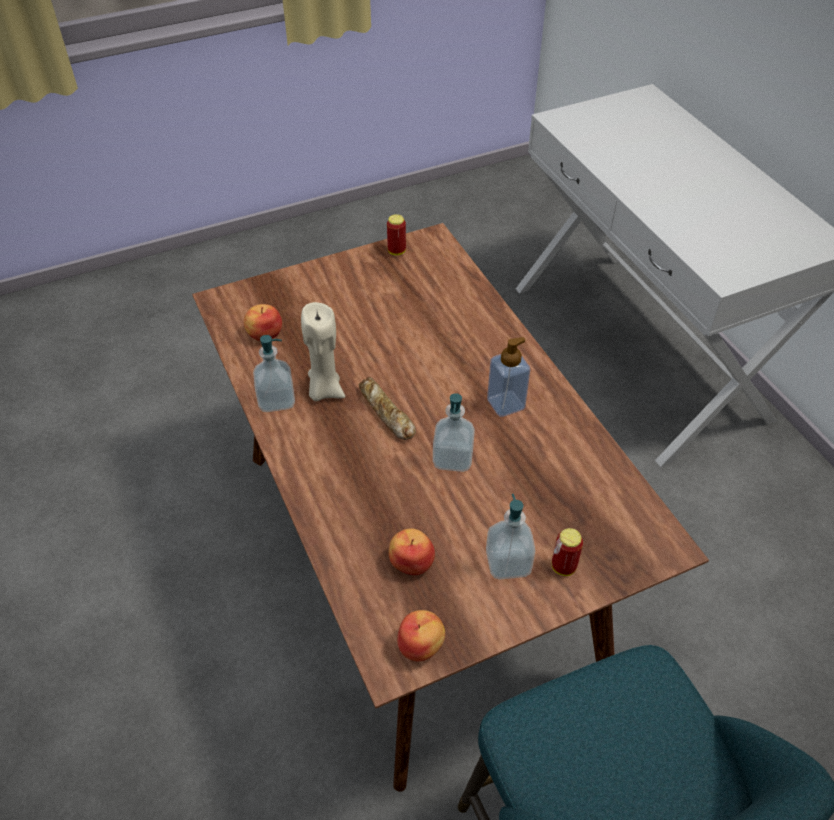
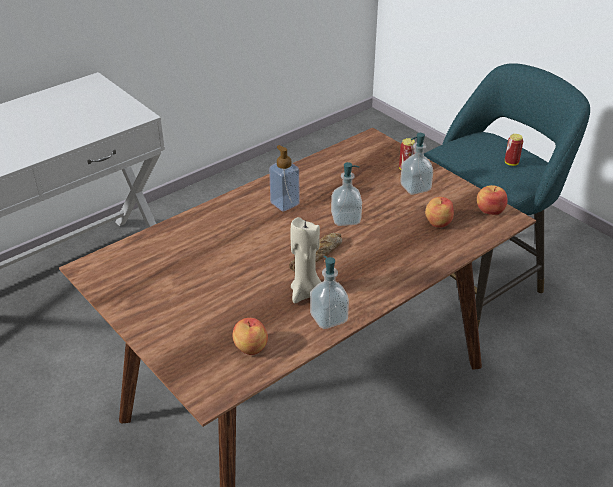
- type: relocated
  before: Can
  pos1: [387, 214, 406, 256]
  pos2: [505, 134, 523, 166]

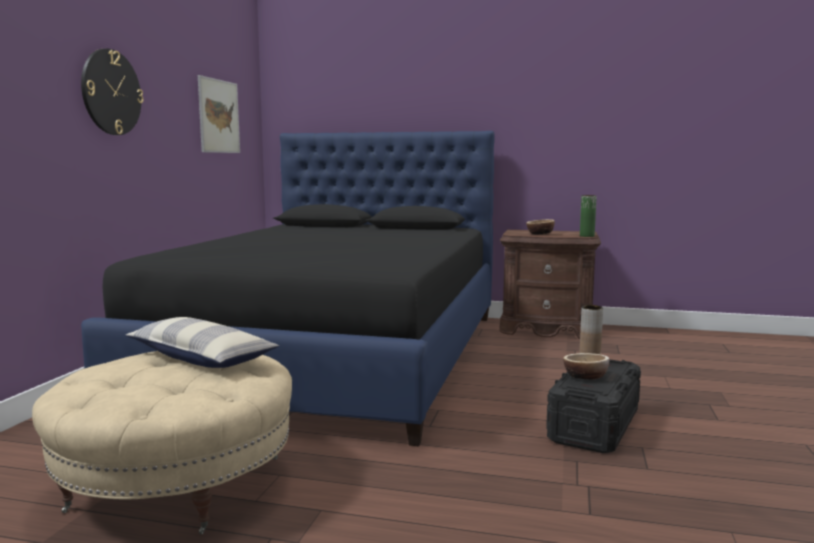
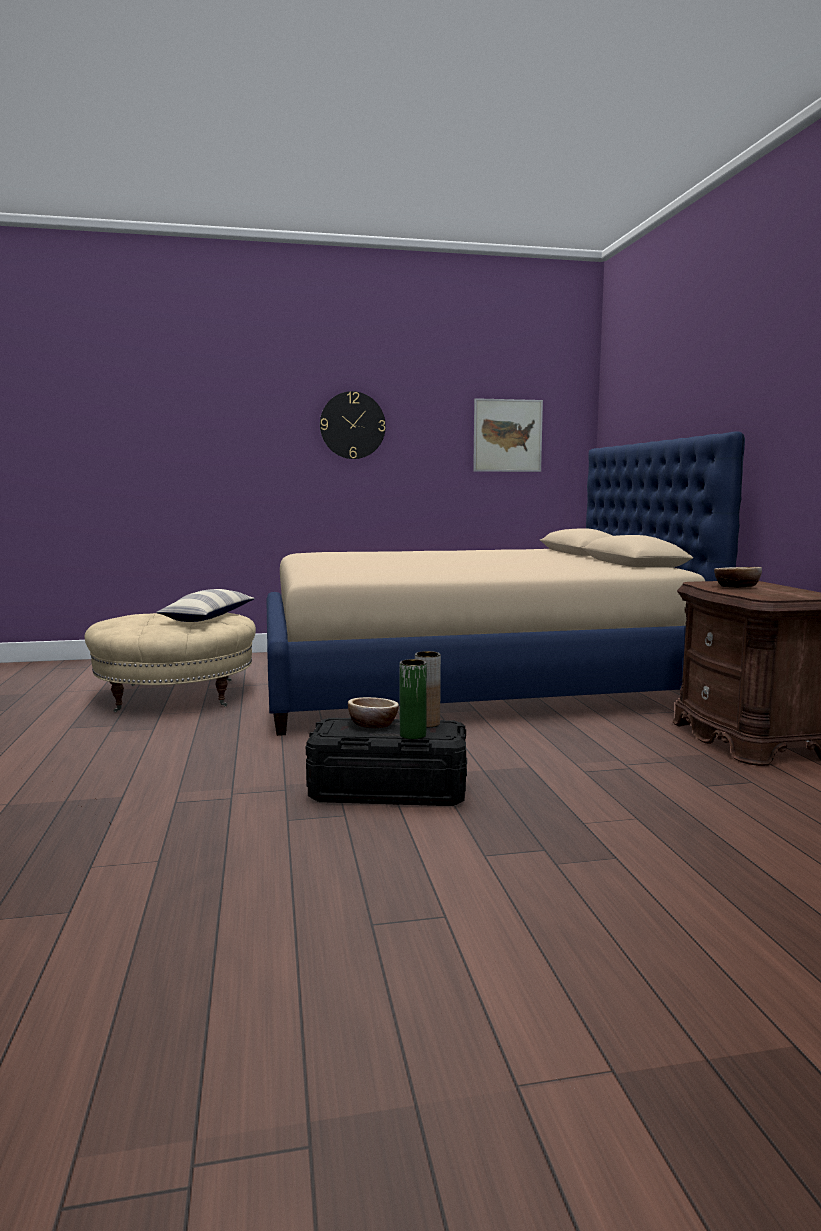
- type: colour
  before: BlackBedroomBed
  after: BeigeBedroomBed
  pos1: [81, 131, 495, 446]
  pos2: [266, 431, 745, 736]
- type: relocated
  before: GreenColouredFlowerVase
  pos1: [580, 195, 597, 237]
  pos2: [399, 659, 427, 739]

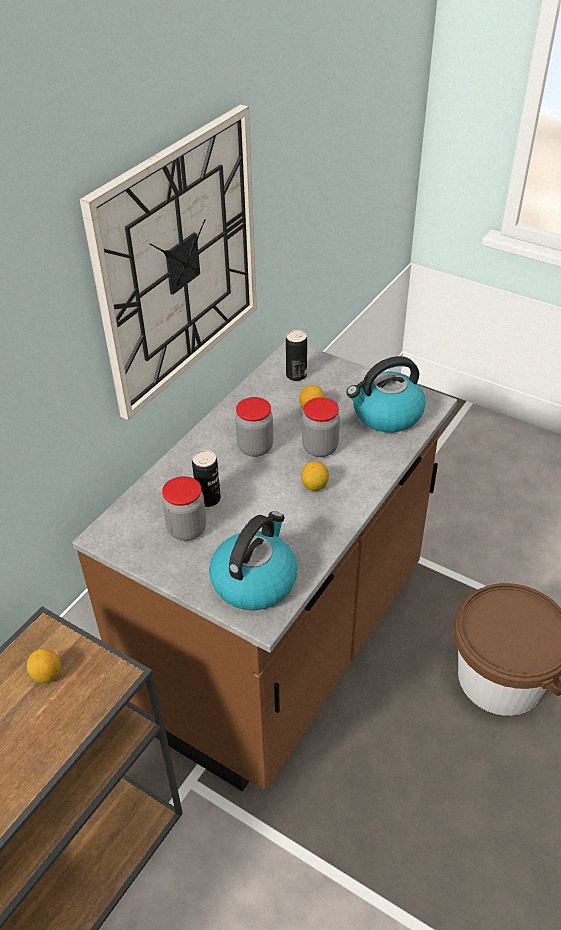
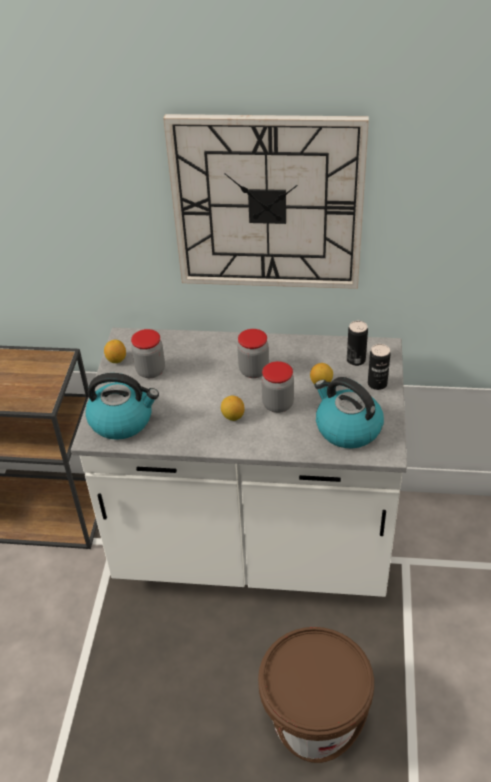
- type: colour
  before: BrownColouredKitchenCounter
  after: WhiteKitchenCounter
  pos1: [72, 341, 457, 792]
  pos2: [71, 328, 407, 597]
- type: relocated
  before: WholeLemon
  pos1: [27, 649, 61, 683]
  pos2: [104, 340, 126, 363]
- type: relocated
  before: Can
  pos1: [192, 450, 221, 507]
  pos2: [368, 344, 390, 390]

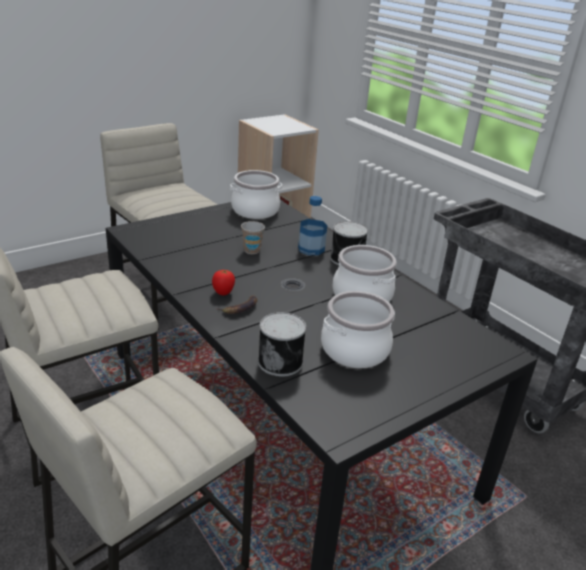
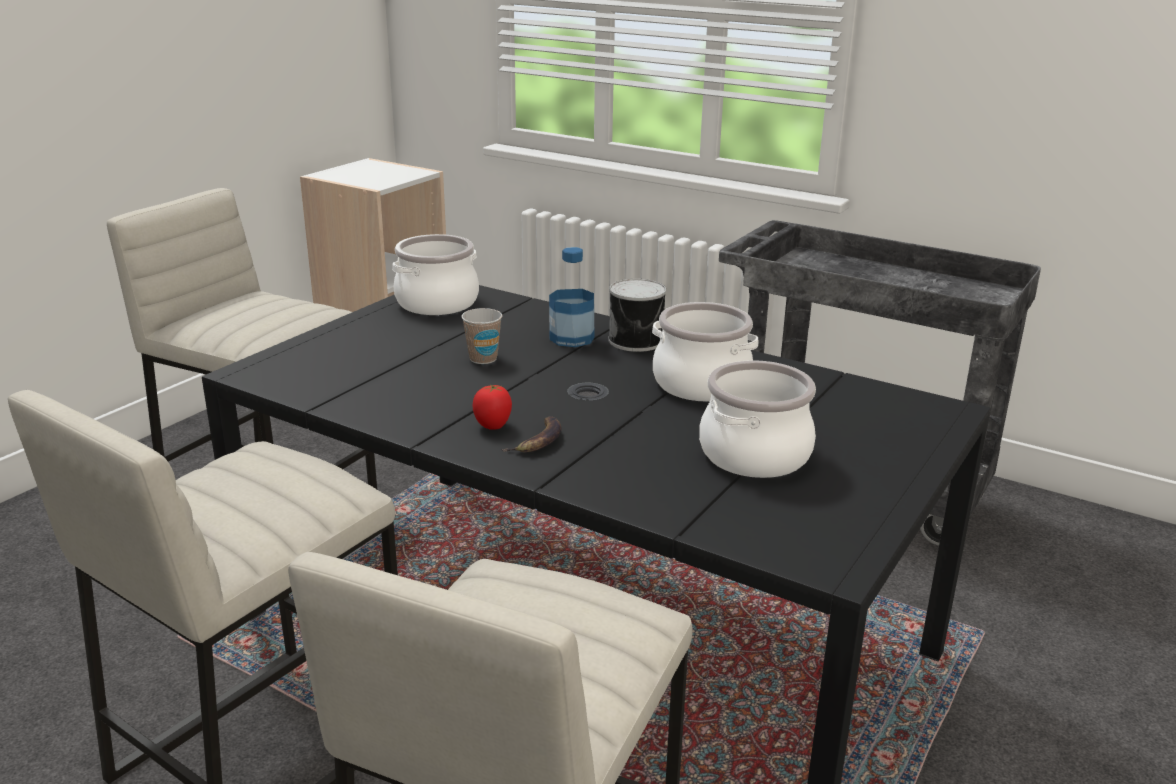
- type: missing
  before: Can
  pos1: [258, 312, 306, 377]

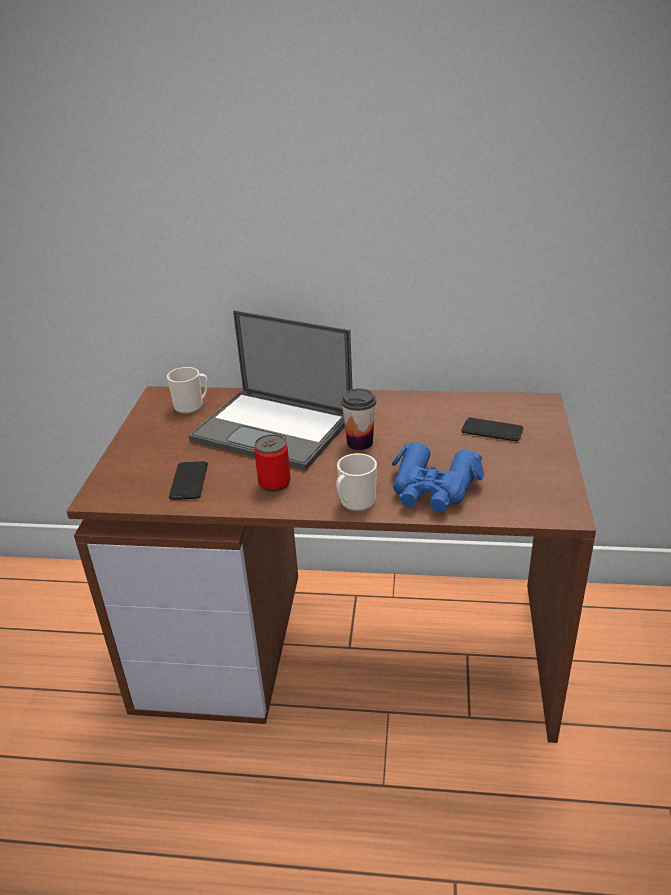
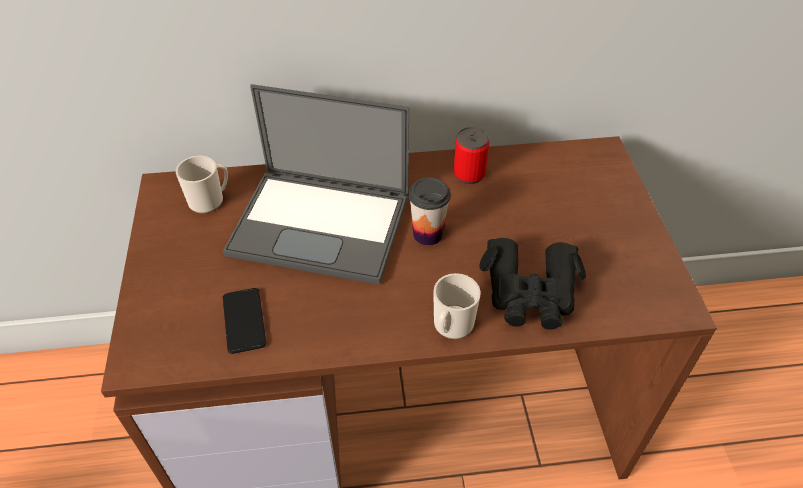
- type: relocated
  before: Can
  pos1: [254, 434, 291, 492]
  pos2: [453, 127, 489, 184]
- type: colour
  before: BluishPairOfBinoculars
  after: BlackPairOfBinoculars
  pos1: [392, 442, 484, 512]
  pos2: [479, 238, 586, 330]
- type: missing
  before: Telephone
  pos1: [461, 418, 523, 441]

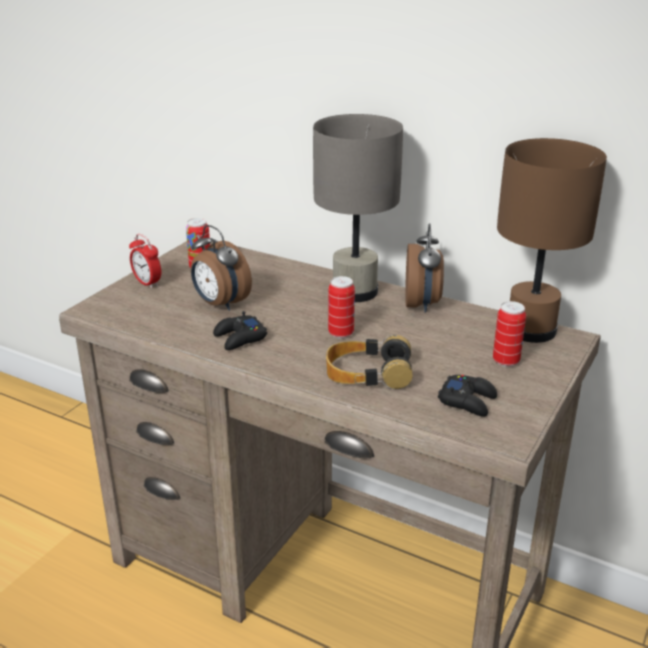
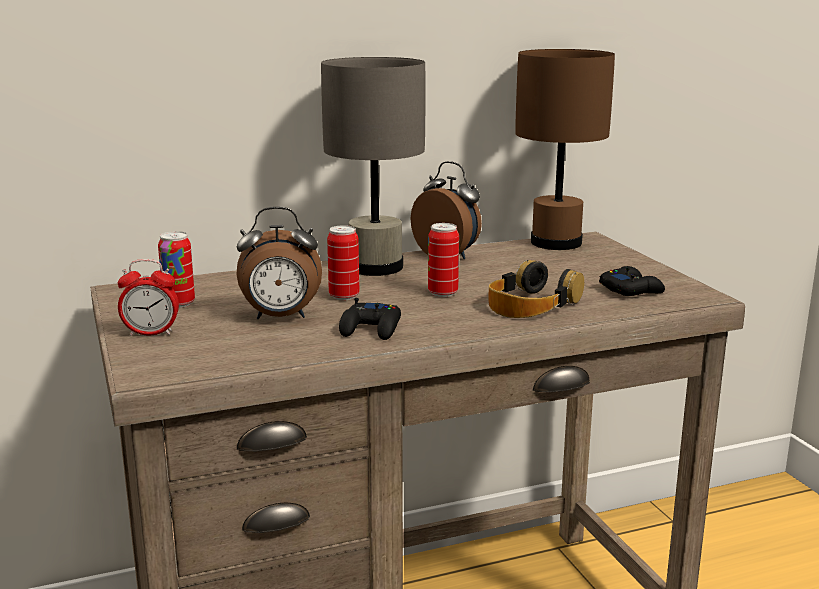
- type: relocated
  before: Can
  pos1: [493, 301, 526, 367]
  pos2: [327, 225, 359, 300]

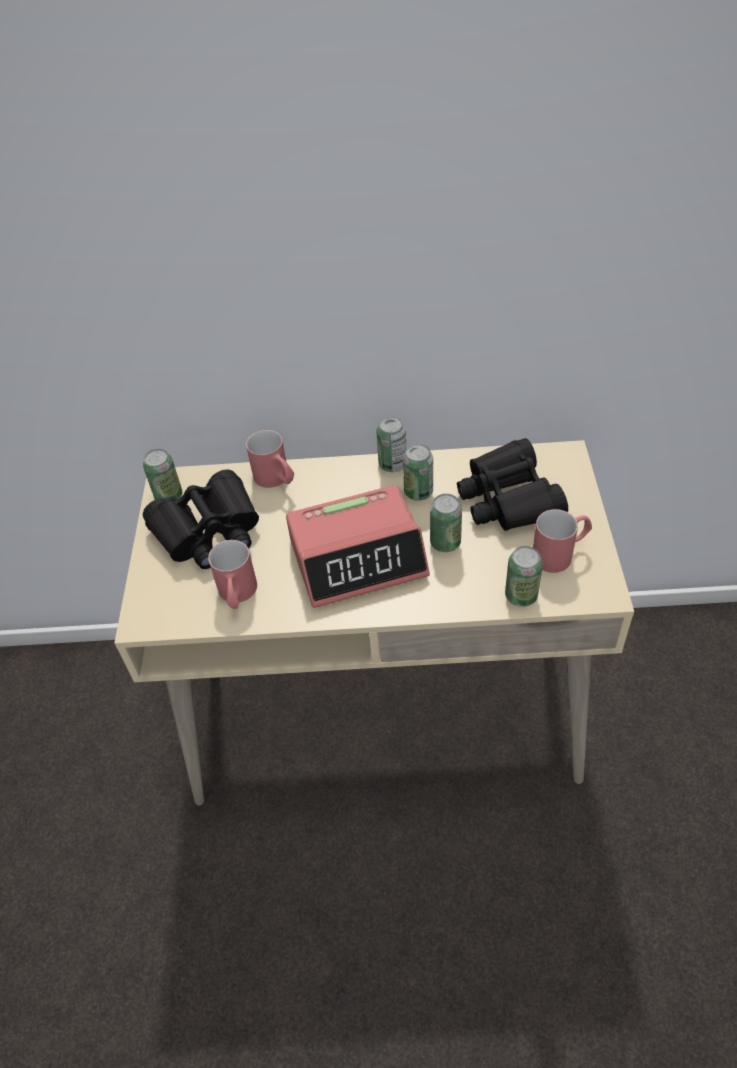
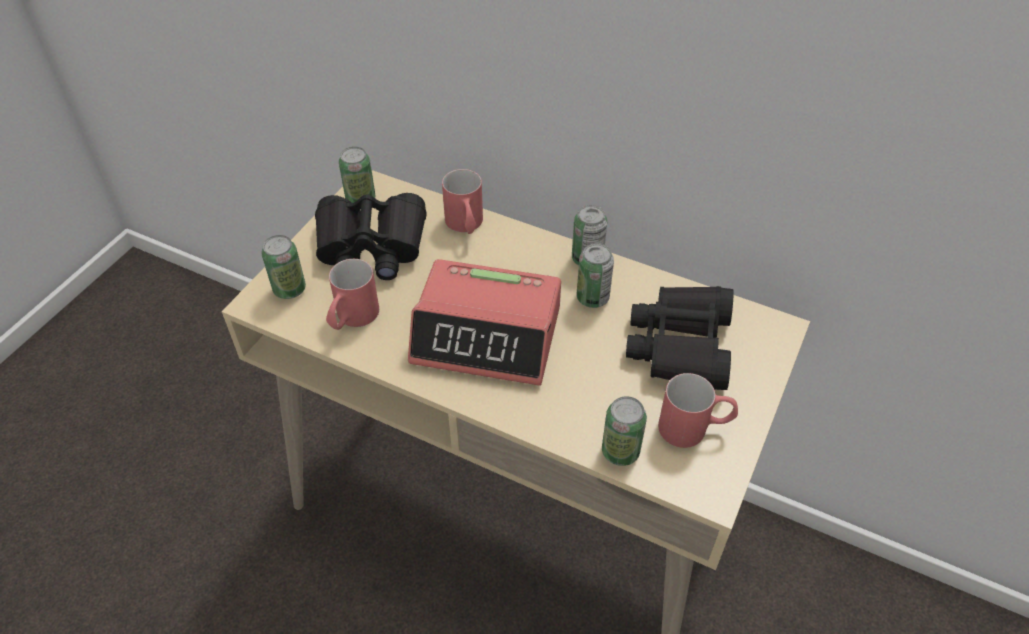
- type: relocated
  before: Can
  pos1: [430, 494, 462, 552]
  pos2: [262, 235, 306, 299]

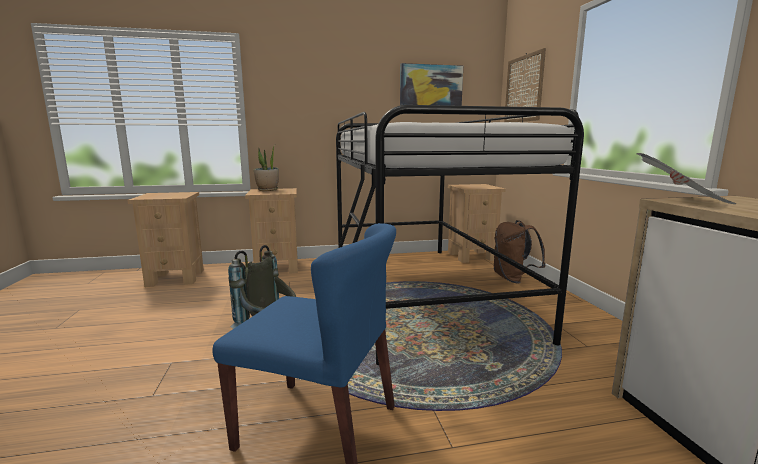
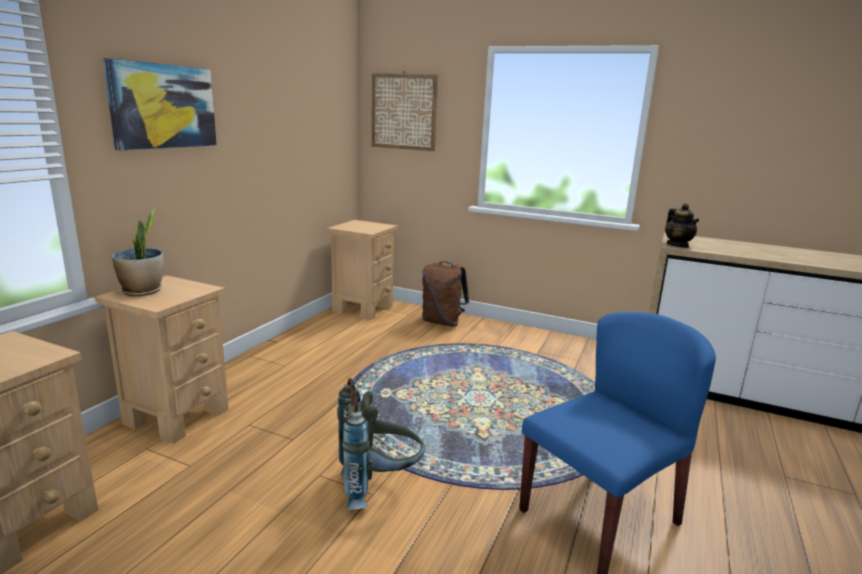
- type: relocated
  before: WallPicture
  pos1: [400, 63, 463, 106]
  pos2: [103, 58, 217, 150]
- type: exchanged
  before: Newspaper
  after: Teapot
  pos1: [636, 153, 736, 204]
  pos2: [665, 203, 699, 248]
- type: missing
  before: BlackBedroomBed
  pos1: [336, 105, 584, 365]

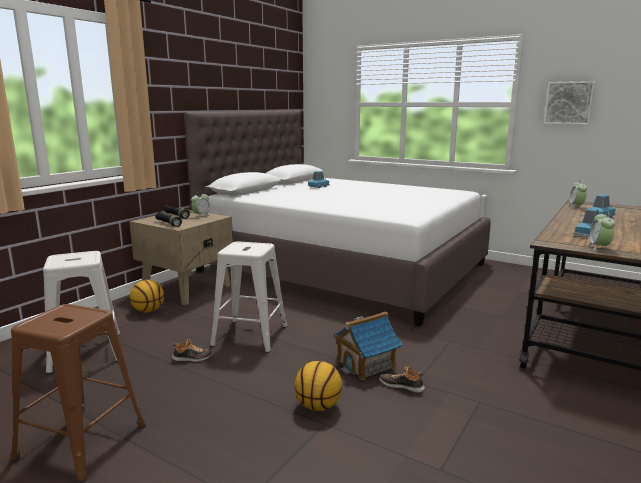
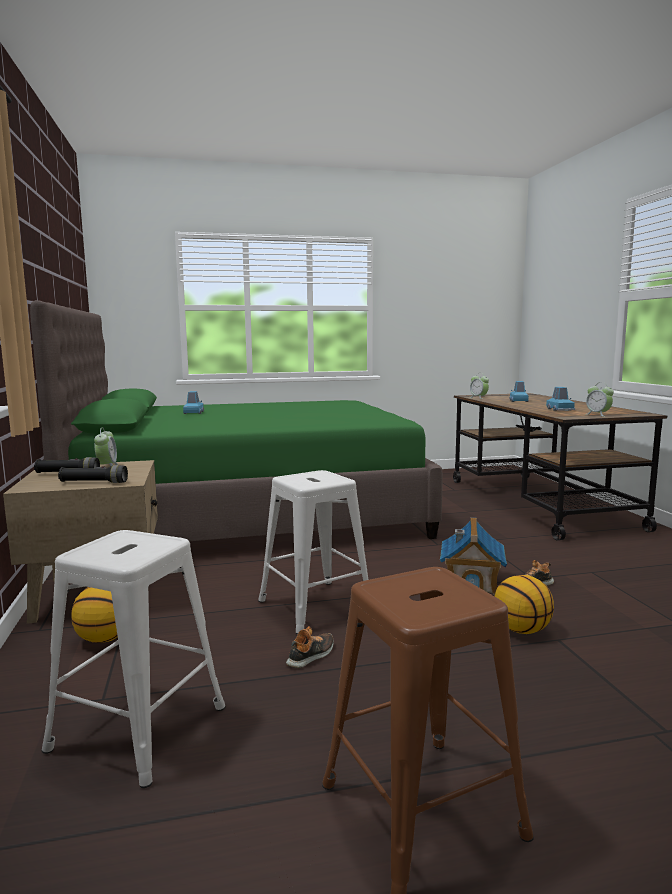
- type: colour
  before: WhiteBedroomBed
  after: GreenColouredBedroomBed
  pos1: [184, 110, 491, 327]
  pos2: [30, 300, 443, 541]
- type: missing
  before: WallPicture
  pos1: [544, 81, 595, 125]

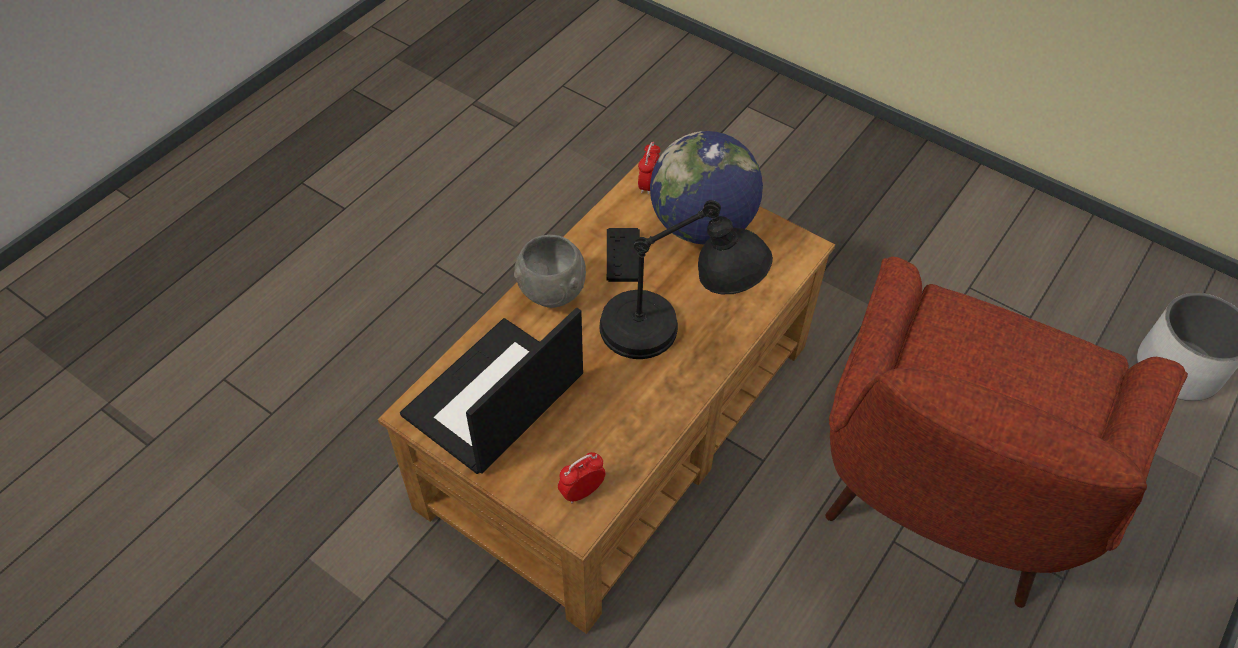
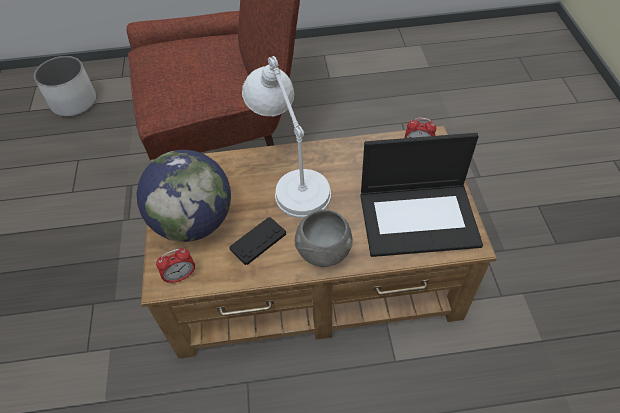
- type: colour
  before: BlackTabletopLamp
  after: WhiteTabletopLamp
  pos1: [600, 200, 773, 359]
  pos2: [242, 56, 331, 218]

